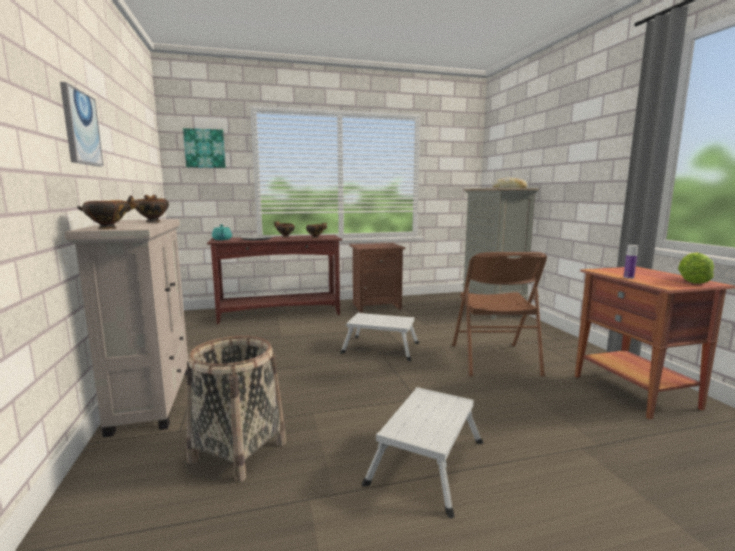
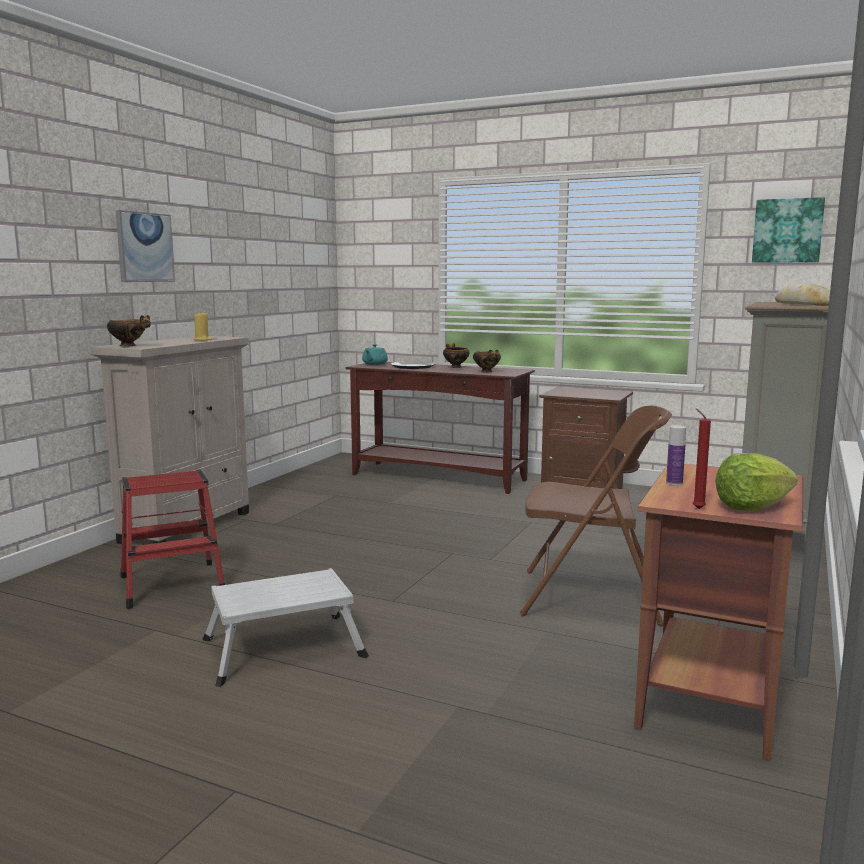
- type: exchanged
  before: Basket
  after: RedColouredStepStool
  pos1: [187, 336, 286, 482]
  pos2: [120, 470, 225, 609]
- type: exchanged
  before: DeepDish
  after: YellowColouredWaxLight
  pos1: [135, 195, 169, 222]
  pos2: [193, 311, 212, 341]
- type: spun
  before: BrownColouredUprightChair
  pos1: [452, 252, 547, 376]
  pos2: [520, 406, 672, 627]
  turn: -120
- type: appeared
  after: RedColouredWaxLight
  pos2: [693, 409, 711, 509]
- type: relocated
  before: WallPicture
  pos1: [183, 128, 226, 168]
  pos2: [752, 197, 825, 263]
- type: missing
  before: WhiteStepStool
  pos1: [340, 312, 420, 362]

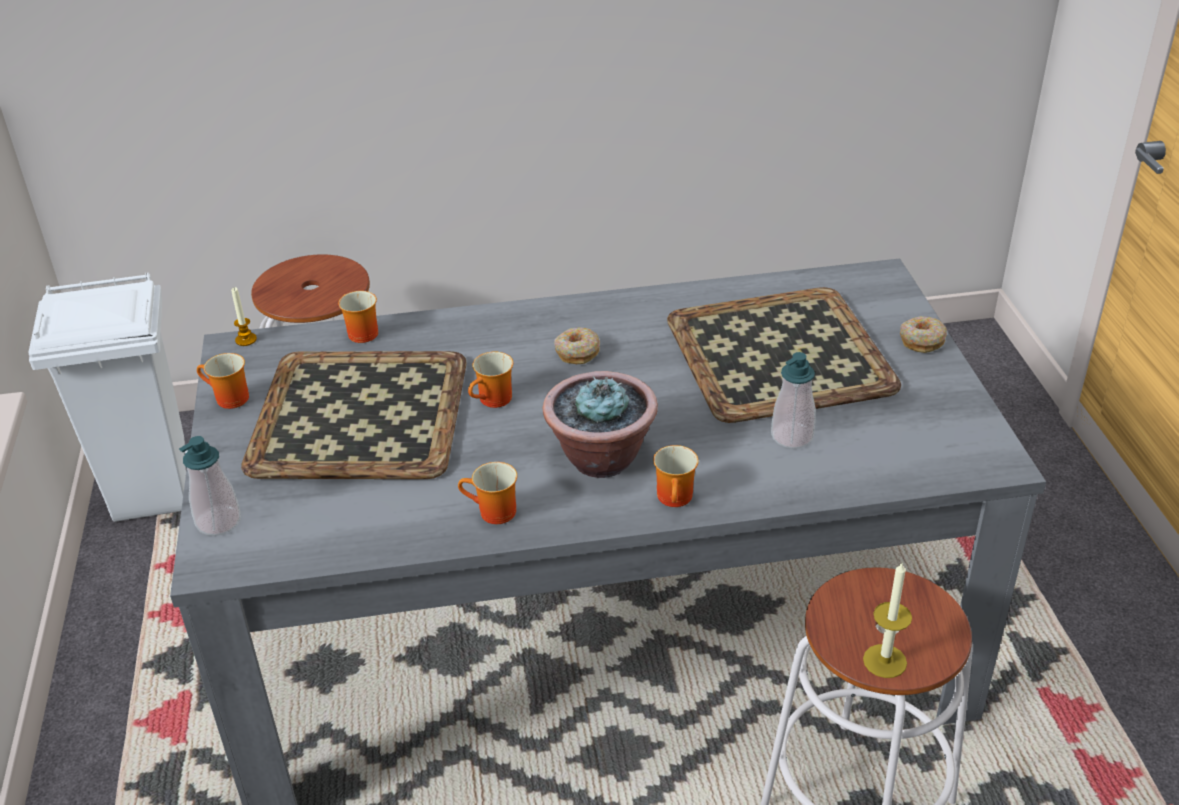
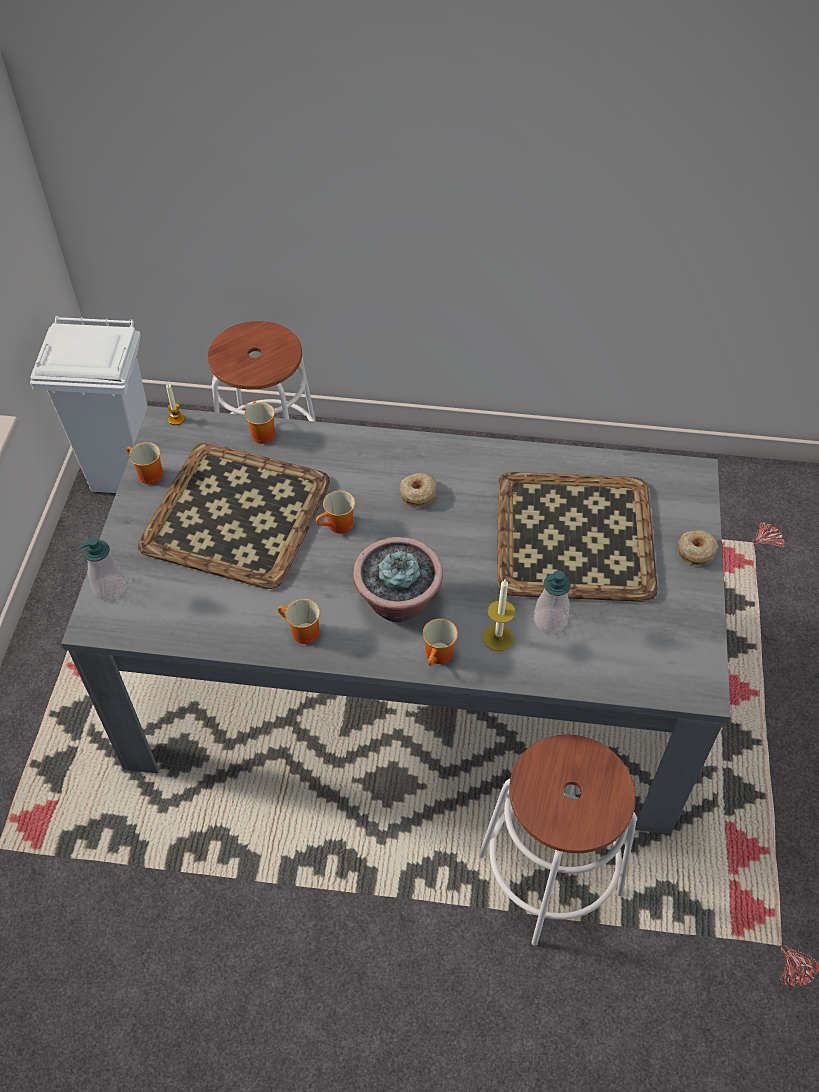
- type: relocated
  before: WaxLight
  pos1: [863, 563, 912, 678]
  pos2: [482, 579, 515, 651]

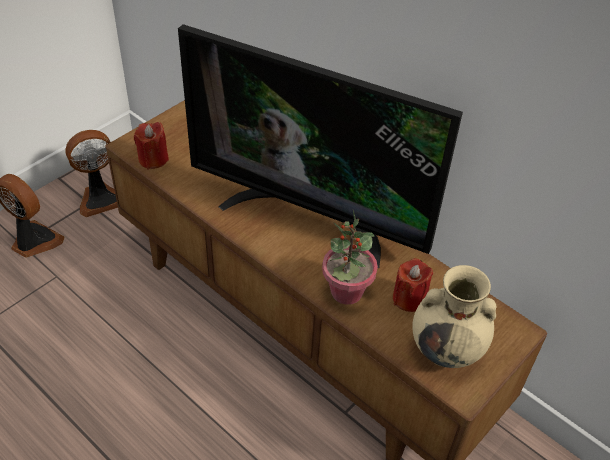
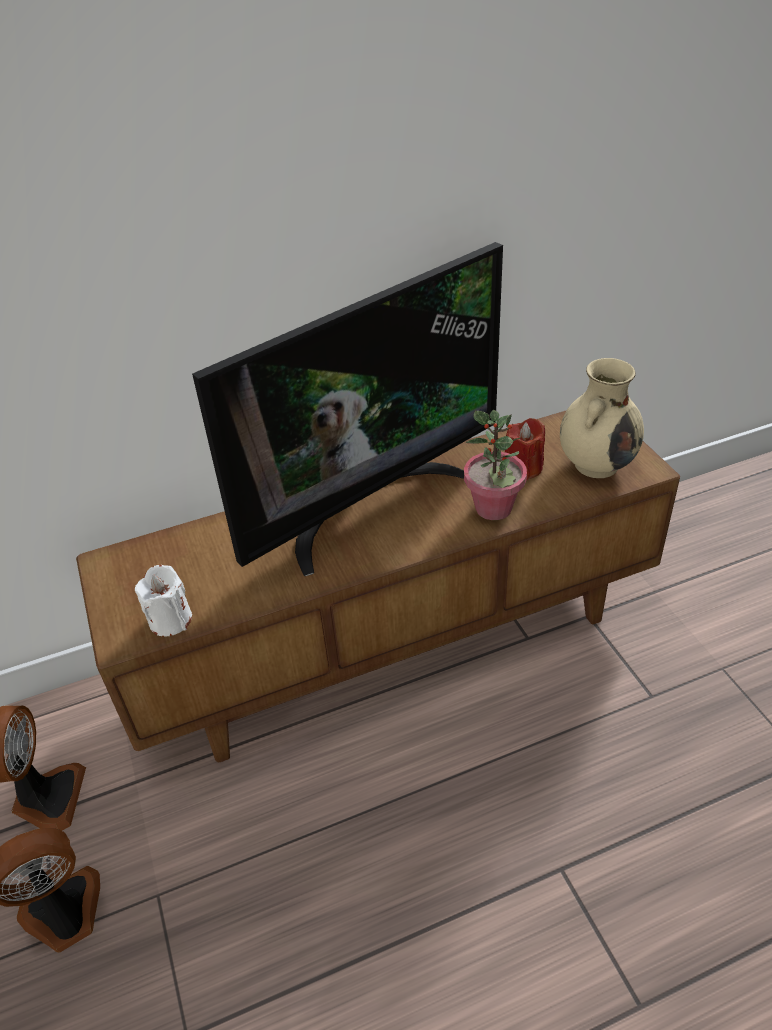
- type: colour
  before: RedColouredWaxLight
  after: WhiteWaxLight
  pos1: [134, 122, 169, 169]
  pos2: [135, 565, 192, 636]

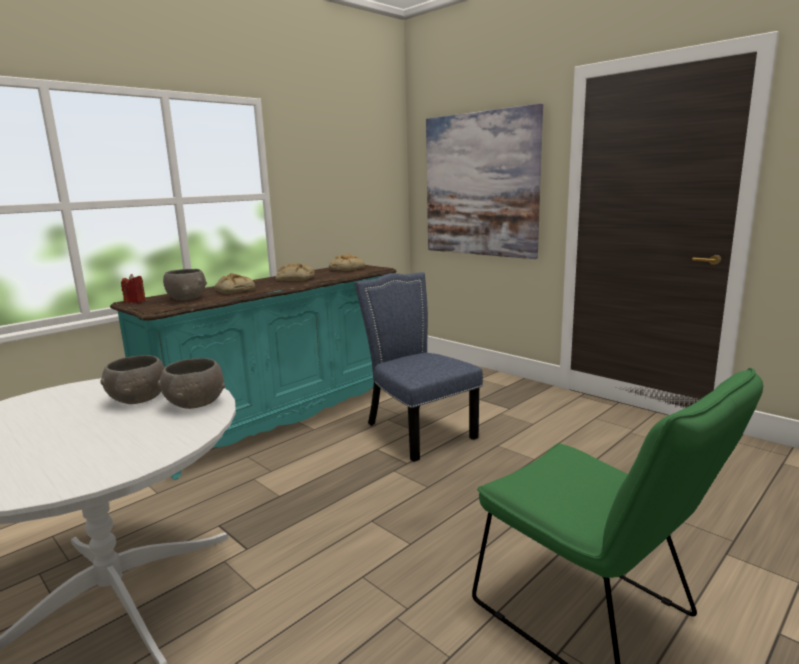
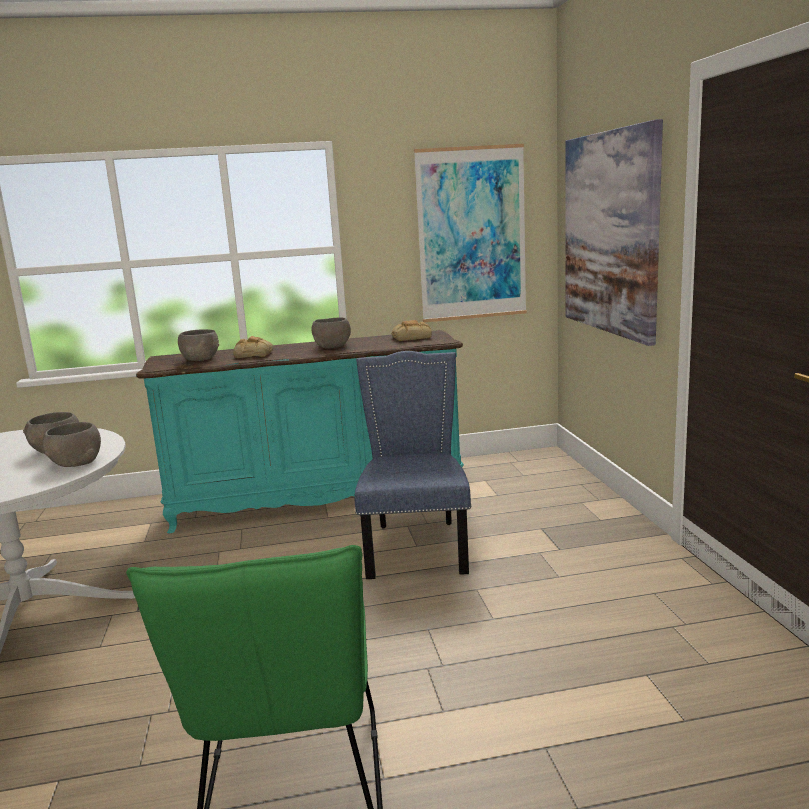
- type: exchanged
  before: BakedBread
  after: GrayDeepDish
  pos1: [276, 263, 315, 281]
  pos2: [311, 318, 351, 349]
- type: appeared
  after: WallPicture
  pos2: [414, 144, 527, 323]
- type: missing
  before: RedColouredWaxLight
  pos1: [121, 274, 146, 303]

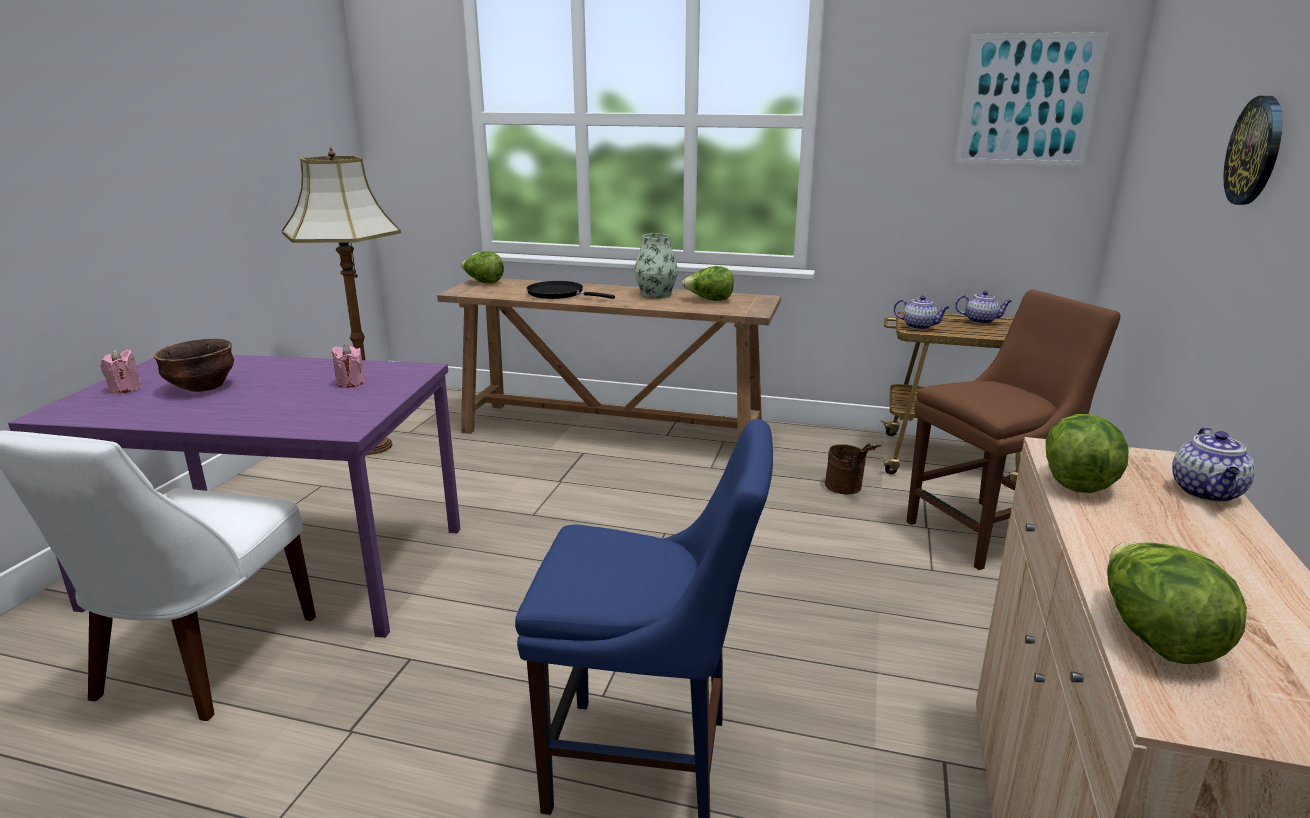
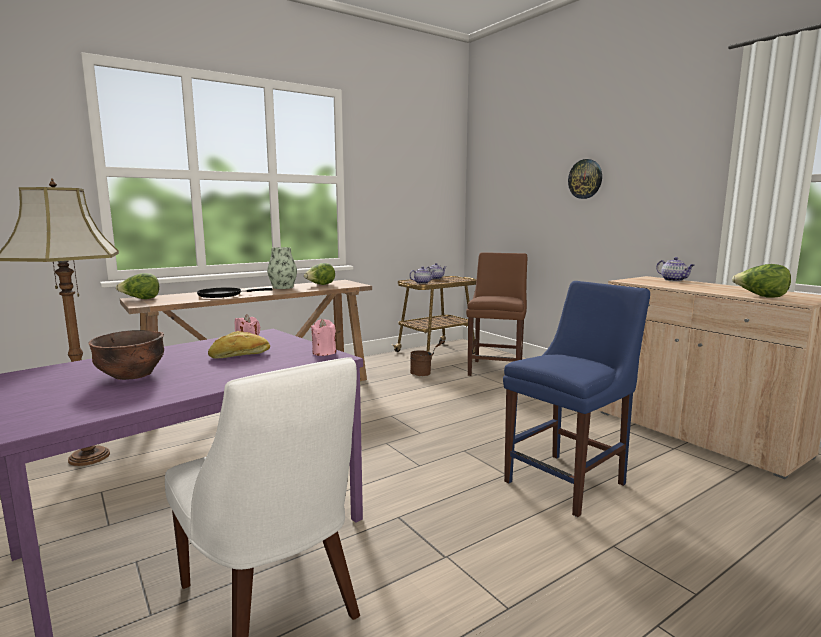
- type: appeared
  after: BakedBread
  pos2: [208, 331, 270, 359]
- type: relocated
  before: PinkColouredWaxLight
  pos1: [101, 349, 142, 394]
  pos2: [311, 319, 336, 356]
- type: missing
  before: WallPicture
  pos1: [955, 32, 1108, 166]
- type: missing
  before: HeadOfLettuce
  pos1: [1046, 414, 1129, 493]

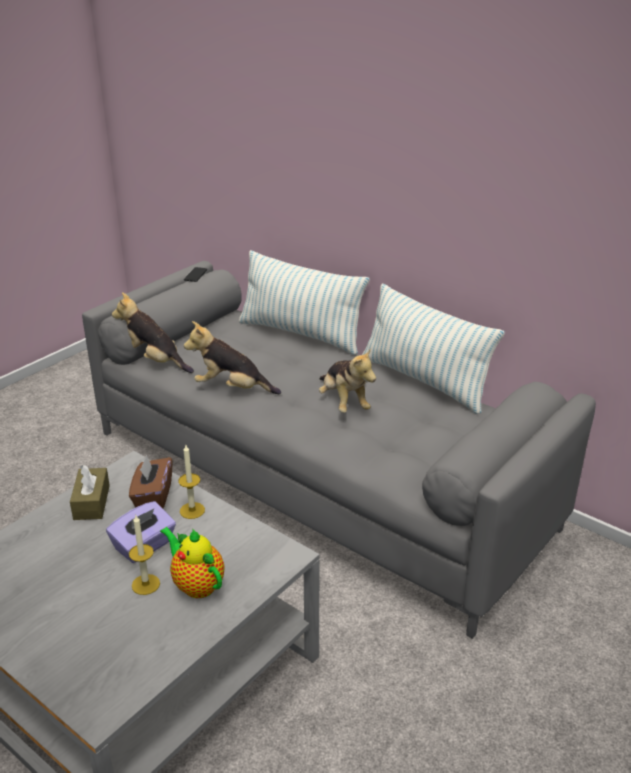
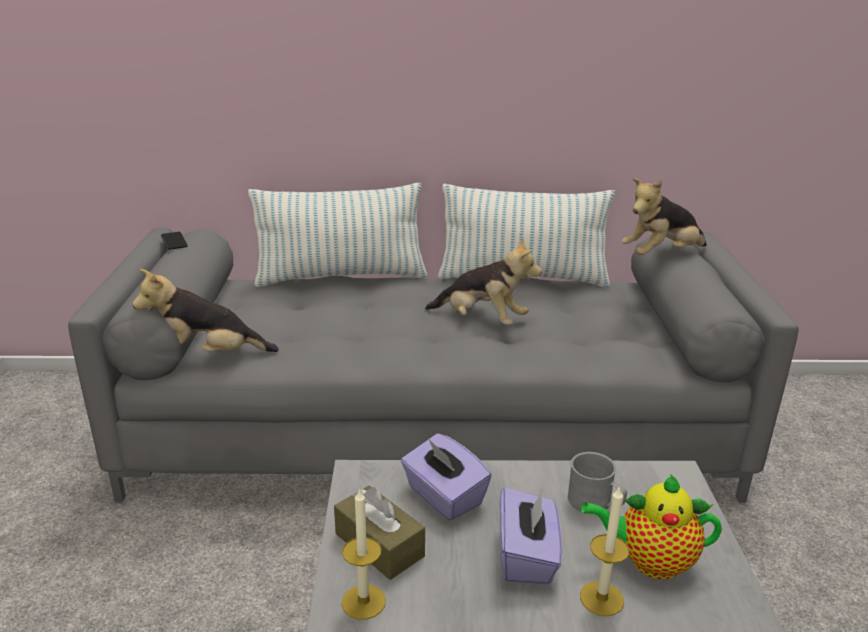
- type: relocated
  before: WaxLight
  pos1: [178, 445, 205, 519]
  pos2: [342, 488, 386, 620]
- type: colour
  before: BrownColouredBoxOfTissues
  after: PurplishBoxOfTissues
  pos1: [129, 455, 172, 509]
  pos2: [401, 433, 492, 521]
- type: appeared
  after: GrayTeaMug
  pos2: [568, 452, 627, 512]
- type: relocated
  before: CuddlyToy
  pos1: [184, 321, 281, 394]
  pos2: [622, 178, 707, 255]

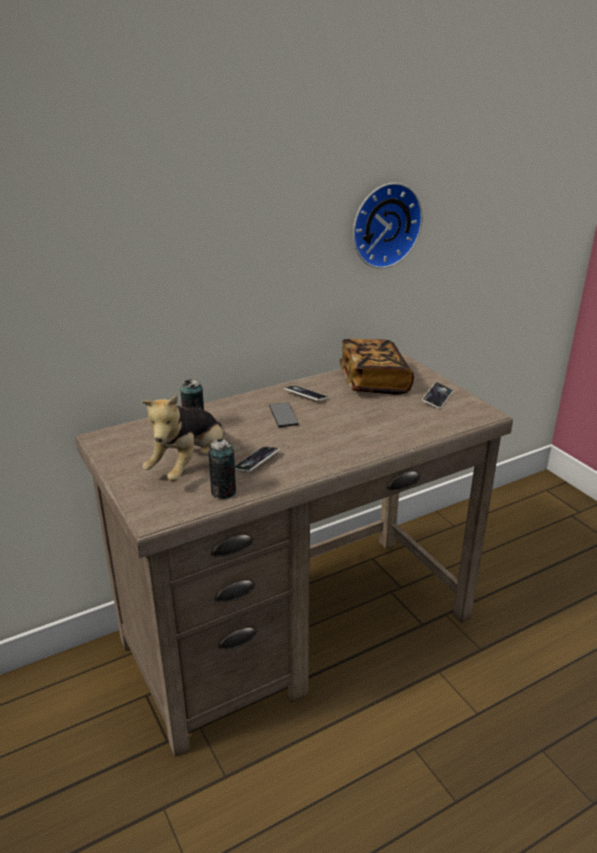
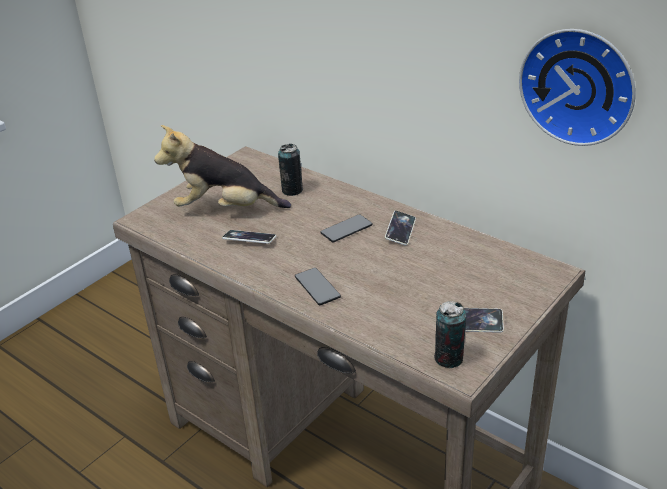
- type: appeared
  after: Telephone
  pos2: [295, 268, 341, 305]
- type: relocated
  before: Can
  pos1: [208, 439, 236, 499]
  pos2: [434, 301, 466, 368]
- type: missing
  before: Volume
  pos1: [339, 339, 414, 395]

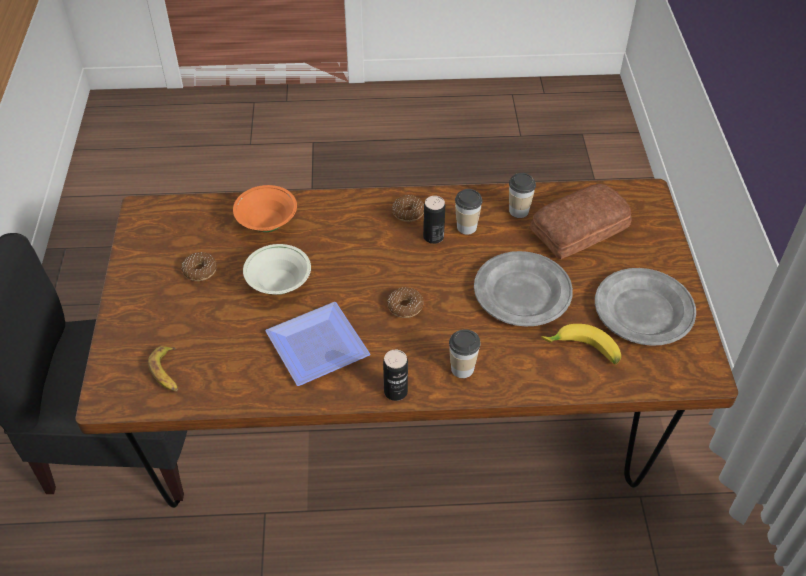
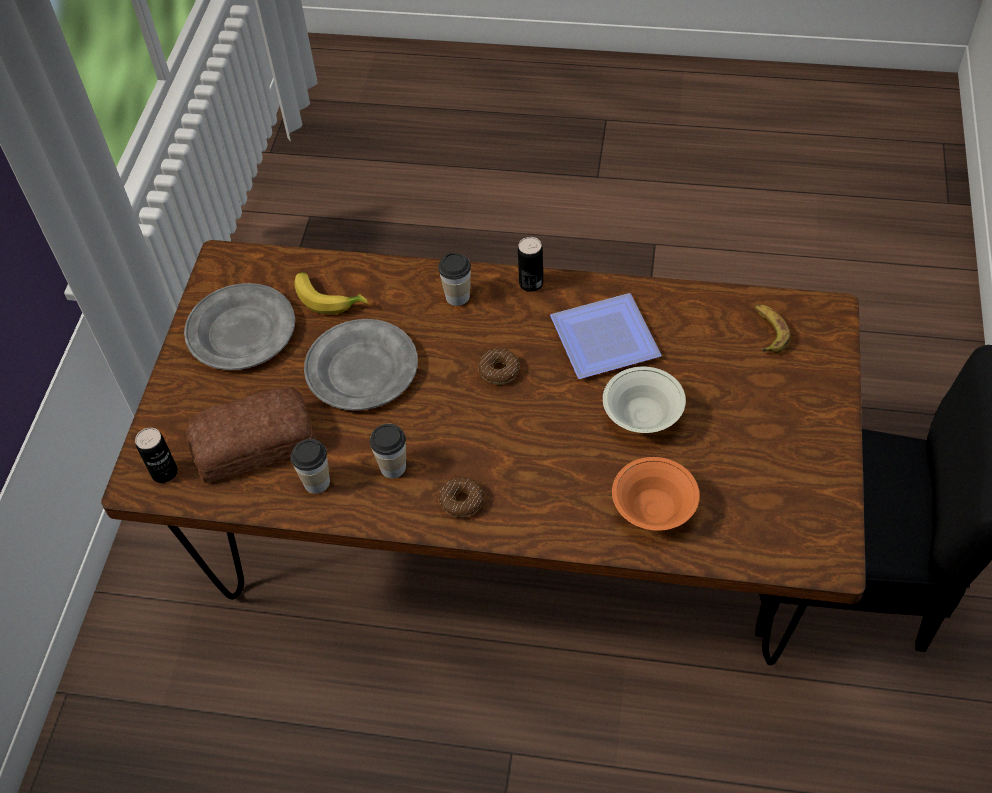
- type: relocated
  before: Can
  pos1: [423, 196, 445, 244]
  pos2: [135, 428, 178, 483]
- type: missing
  before: RingDoughnut
  pos1: [182, 252, 217, 281]

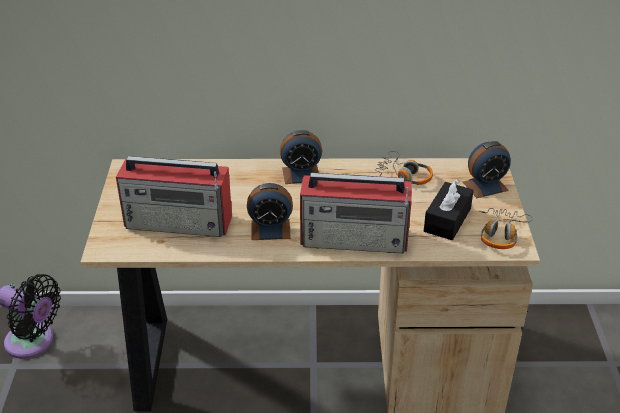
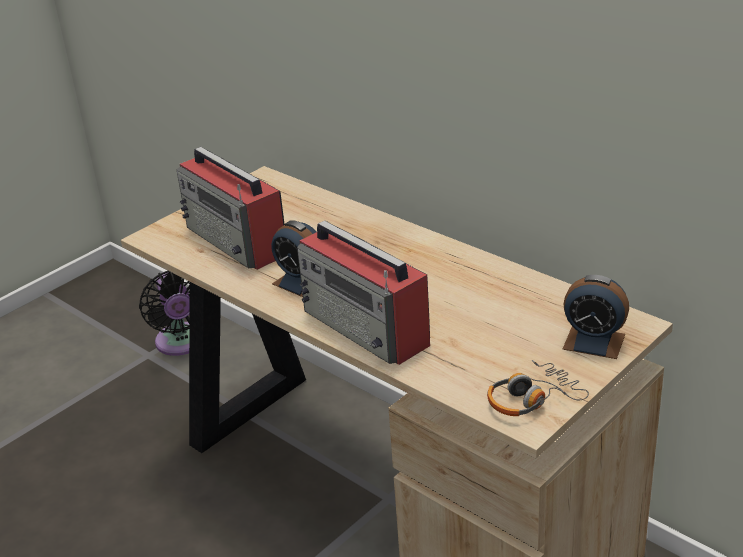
- type: missing
  before: BedsideClock
  pos1: [280, 130, 322, 184]
- type: missing
  before: Headset
  pos1: [375, 151, 433, 185]
- type: missing
  before: BlackBoxOfTissues
  pos1: [424, 179, 474, 240]

